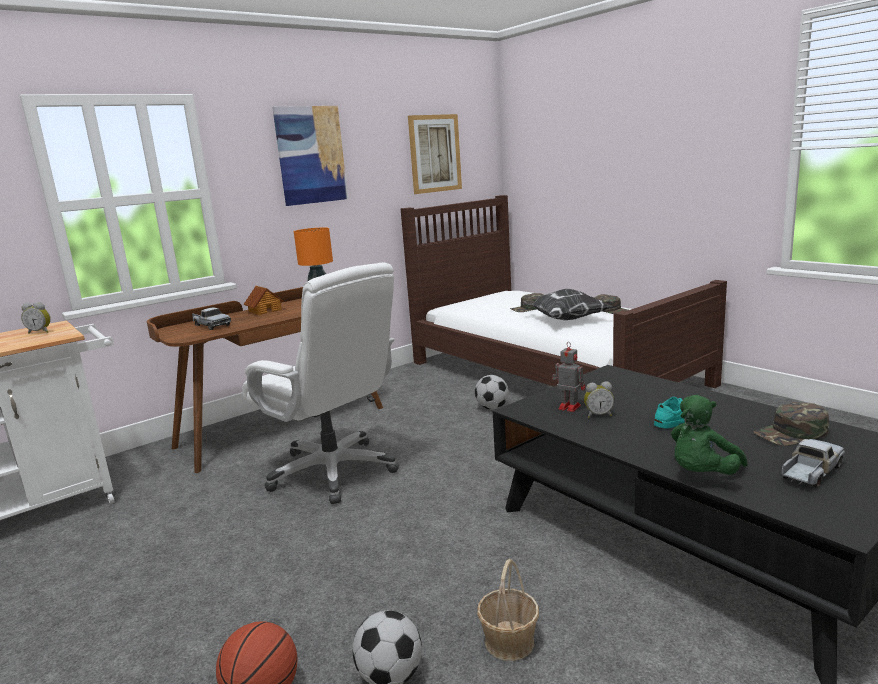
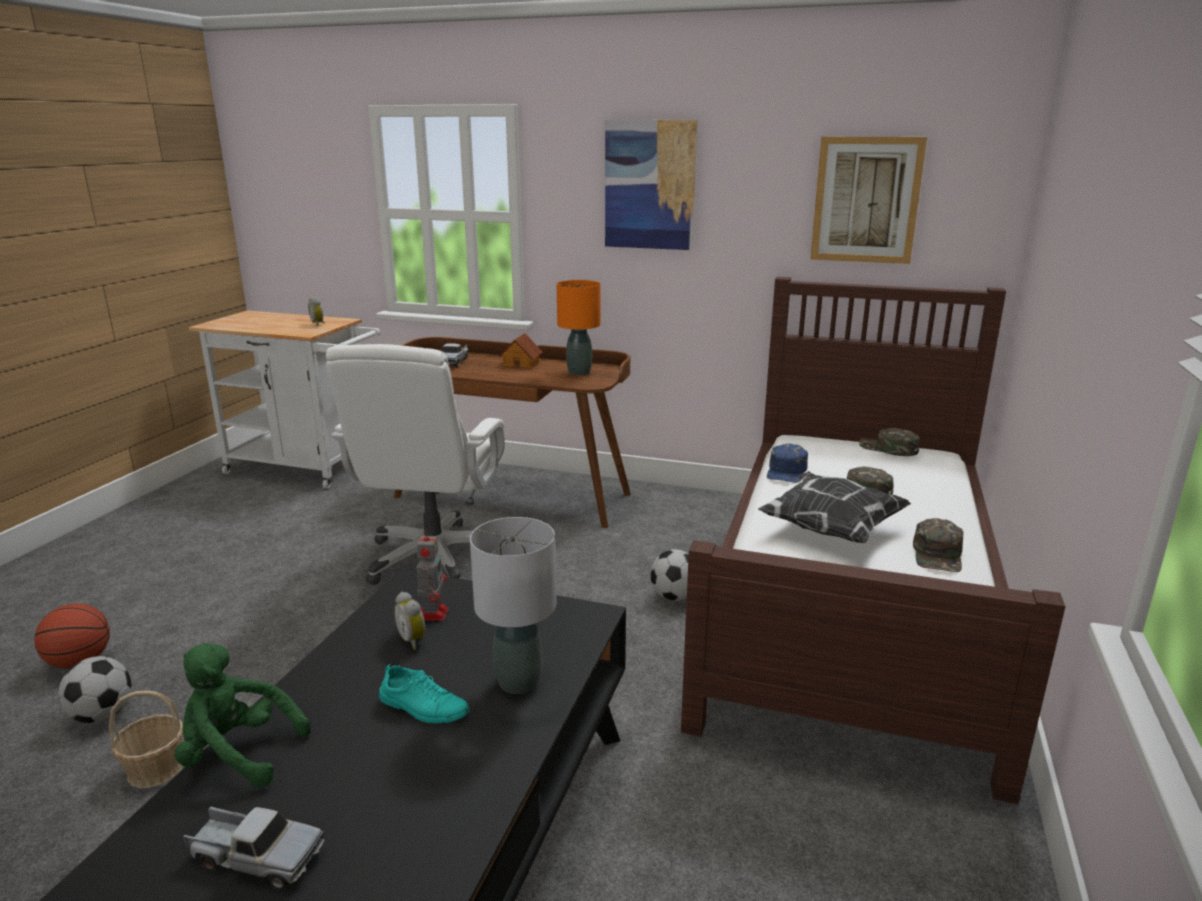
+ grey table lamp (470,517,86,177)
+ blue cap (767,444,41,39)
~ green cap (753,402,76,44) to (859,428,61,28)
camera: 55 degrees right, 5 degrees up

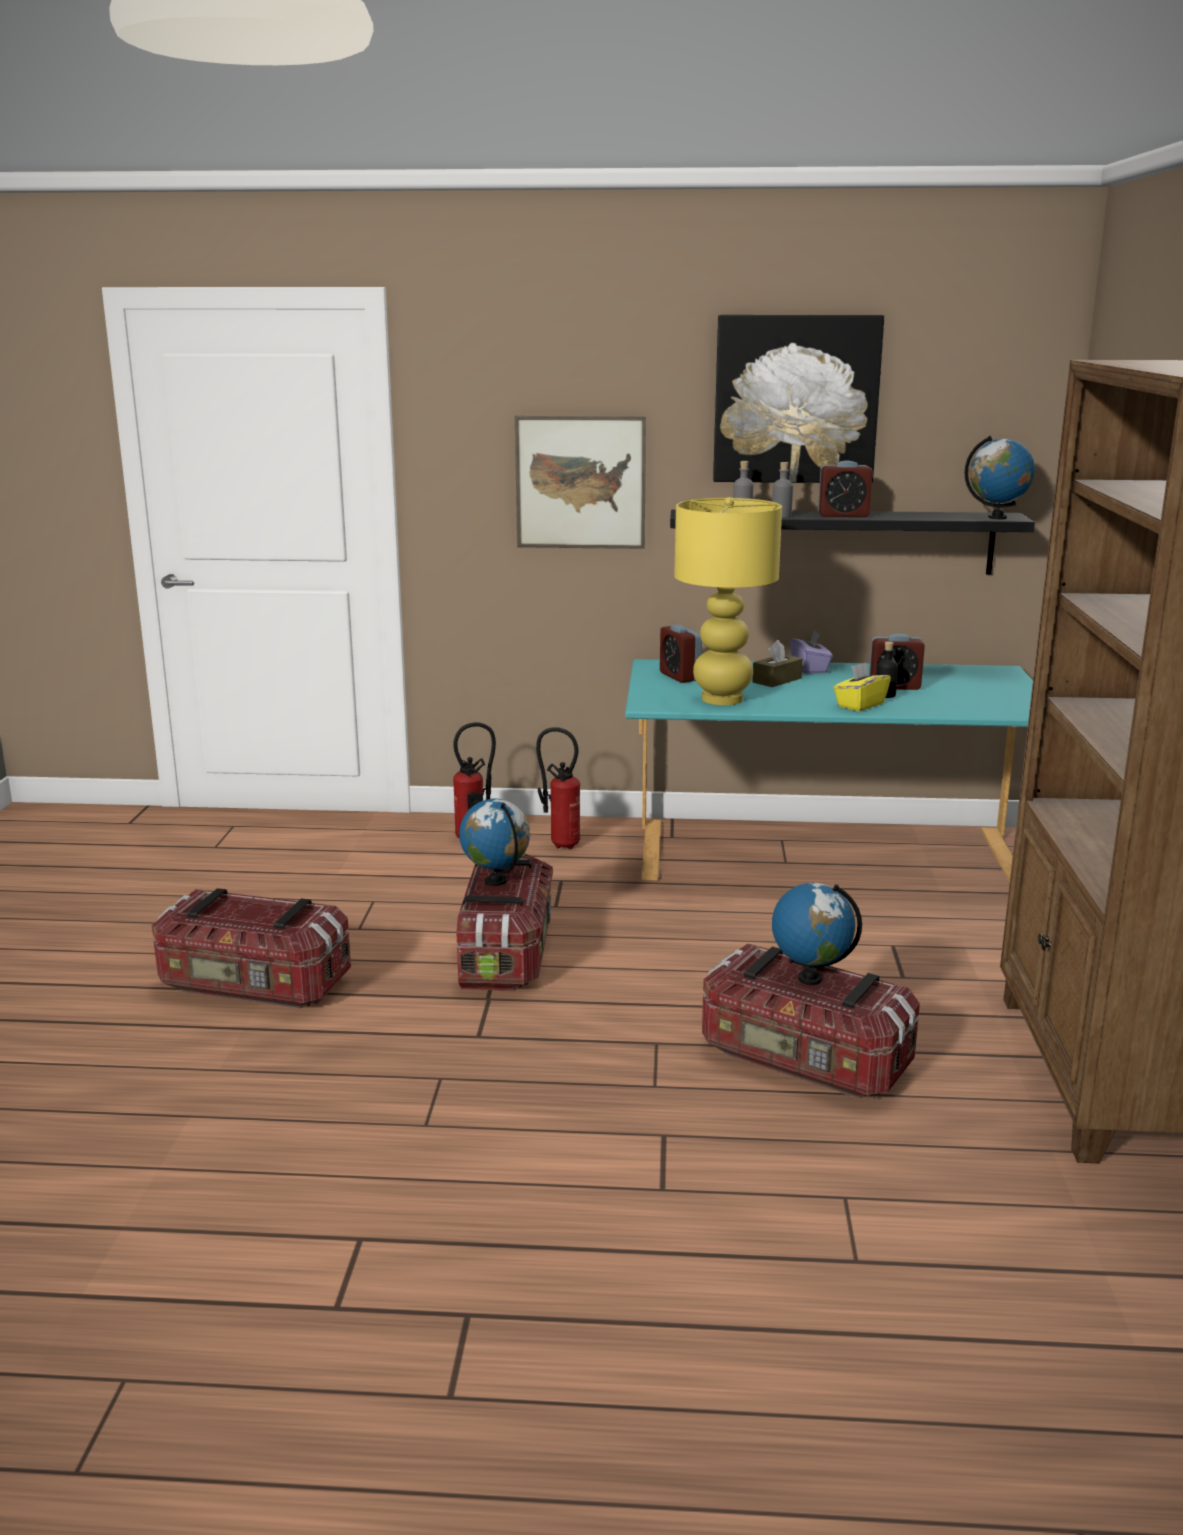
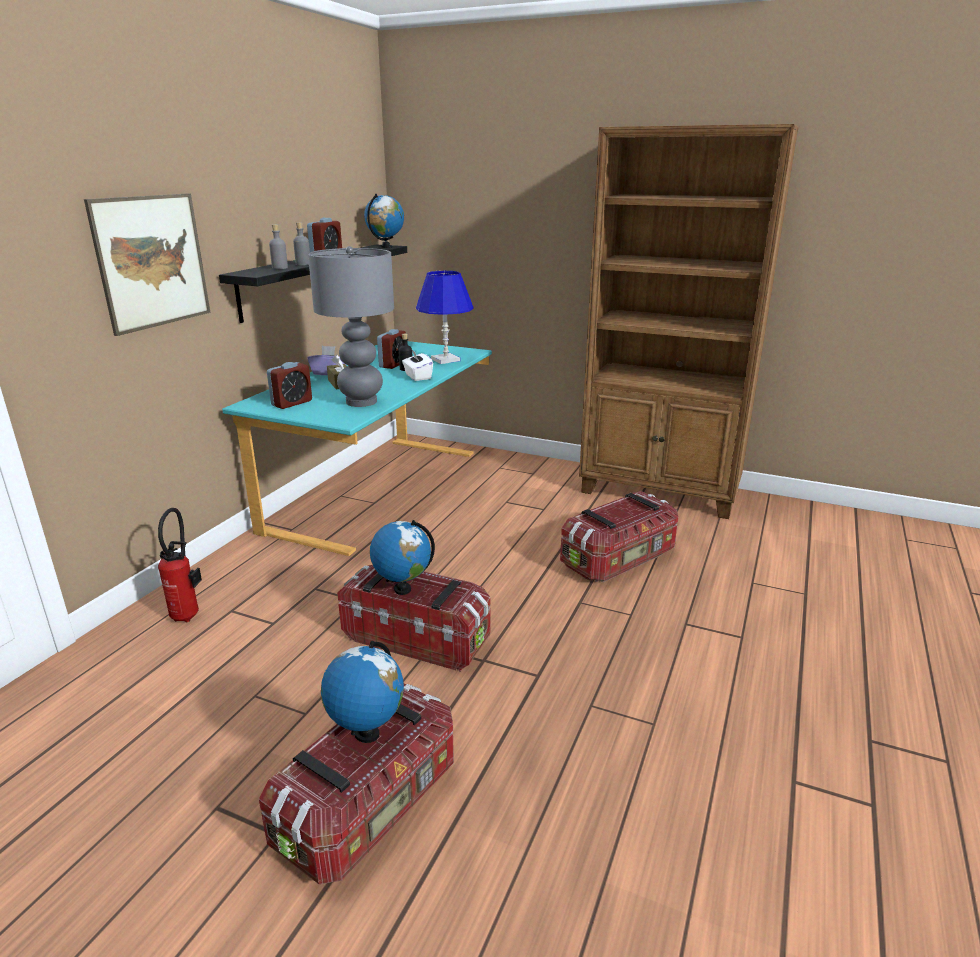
~ alarm clock (660,624,42,59) = (267,362,45,47) 45 degrees counterclockwise
~ yellow table lamp (674,497,108,208) to grey table lamp (308,246,86,161)
~ globe (772,883,90,102) to (321,641,83,102)
~ yellow tissue box (833,662,58,49) to white tissue box (402,350,31,31)
+ blue table lamp (416,271,58,93)
- fire extinguisher (536,727,44,122)
- picture (713,315,172,168)
camera: 70 degrees left, 5 degrees up

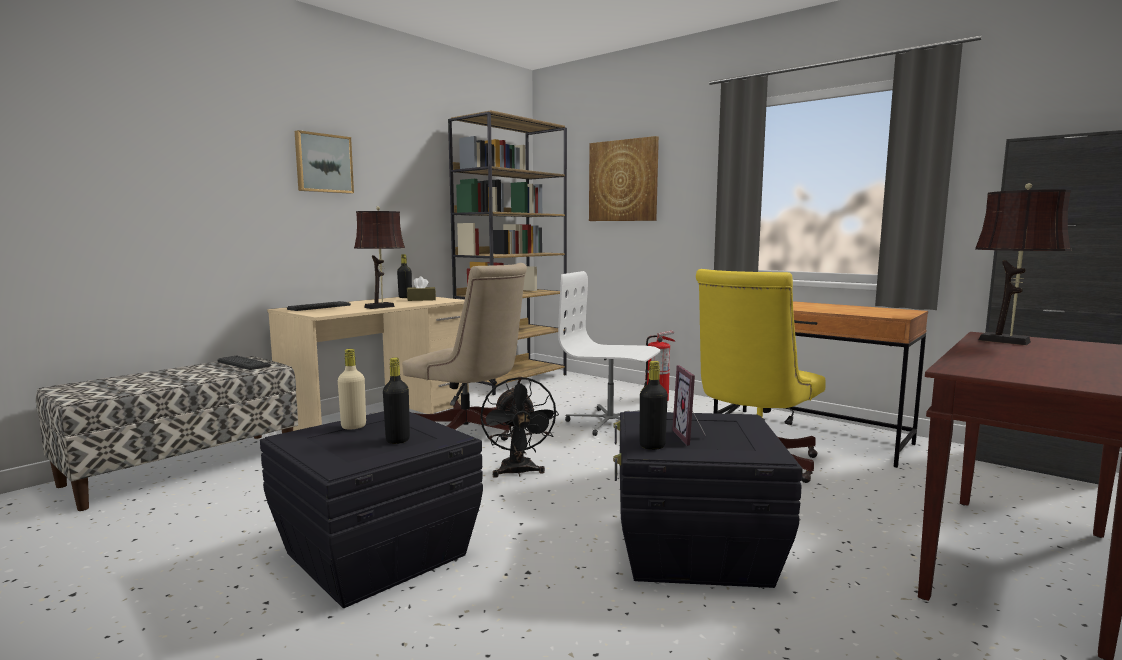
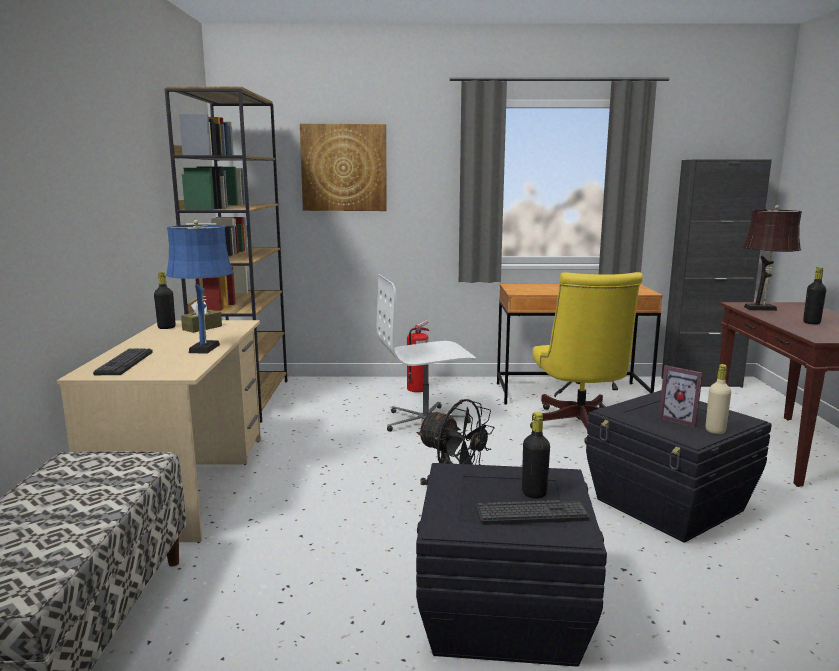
~ brown table lamp (354,206,51,103) to blue table lamp (166,220,67,134)
~ keyboard (217,355,54,15) to (476,500,114,25)
~ beige bottle (338,349,28,80) to (706,364,25,70)
~ black bottle (640,361,28,89) to (803,267,23,58)
- picture (295,130,59,64)
- beige office chair (402,263,125,178)
camera: 40 degrees left, 5 degrees up

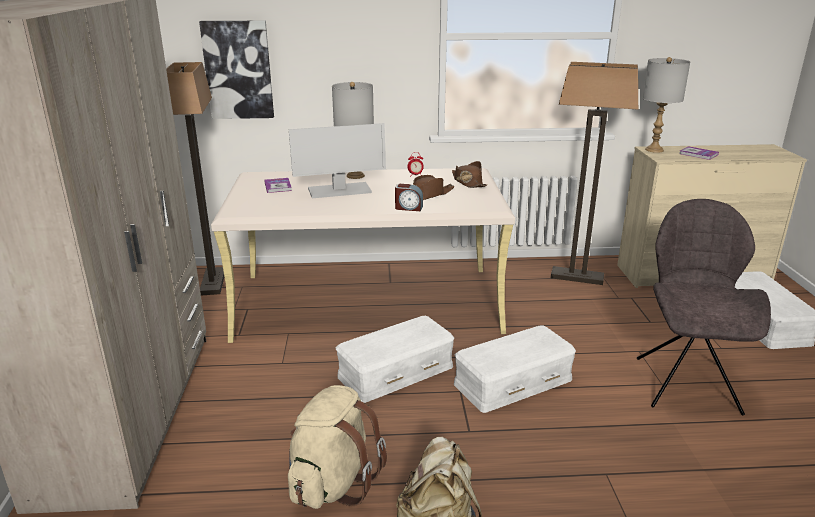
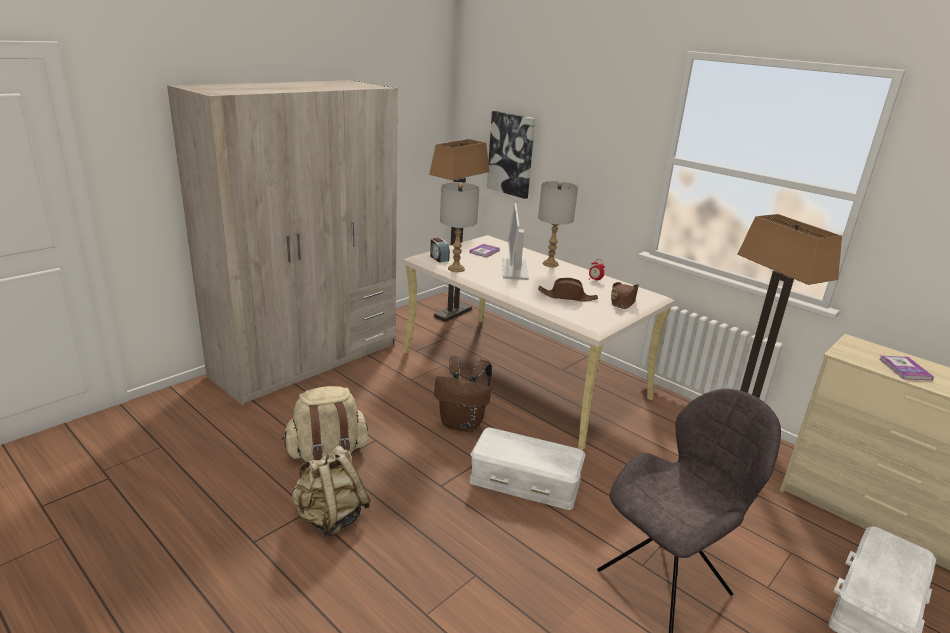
~ alarm clock (395,184,28,27) to (430,238,20,25)
~ white storage box (336,316,119,87) to brown backpack (434,355,58,77)
~ grey table lamp (642,57,48,96) to (440,182,40,90)
~ monitor (289,123,97,75) = (502,203,27,77) 60 degrees clockwise
camera: 45 degrees right, 0 degrees up

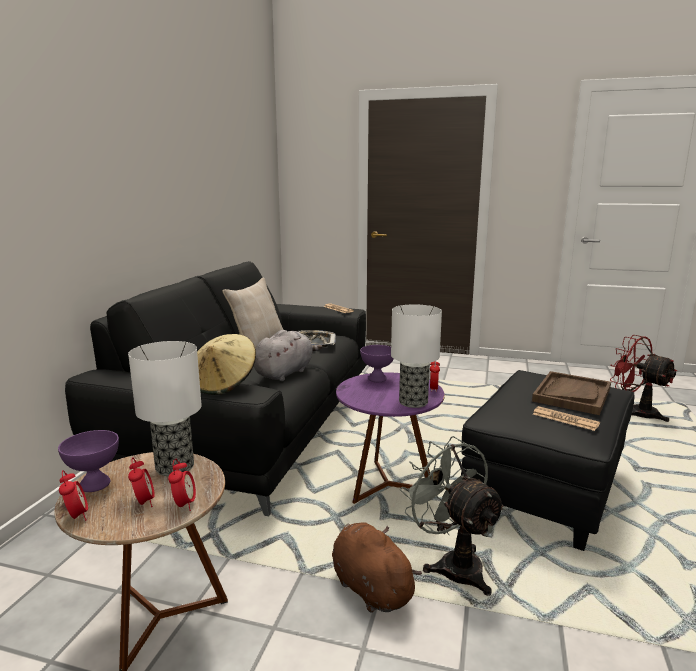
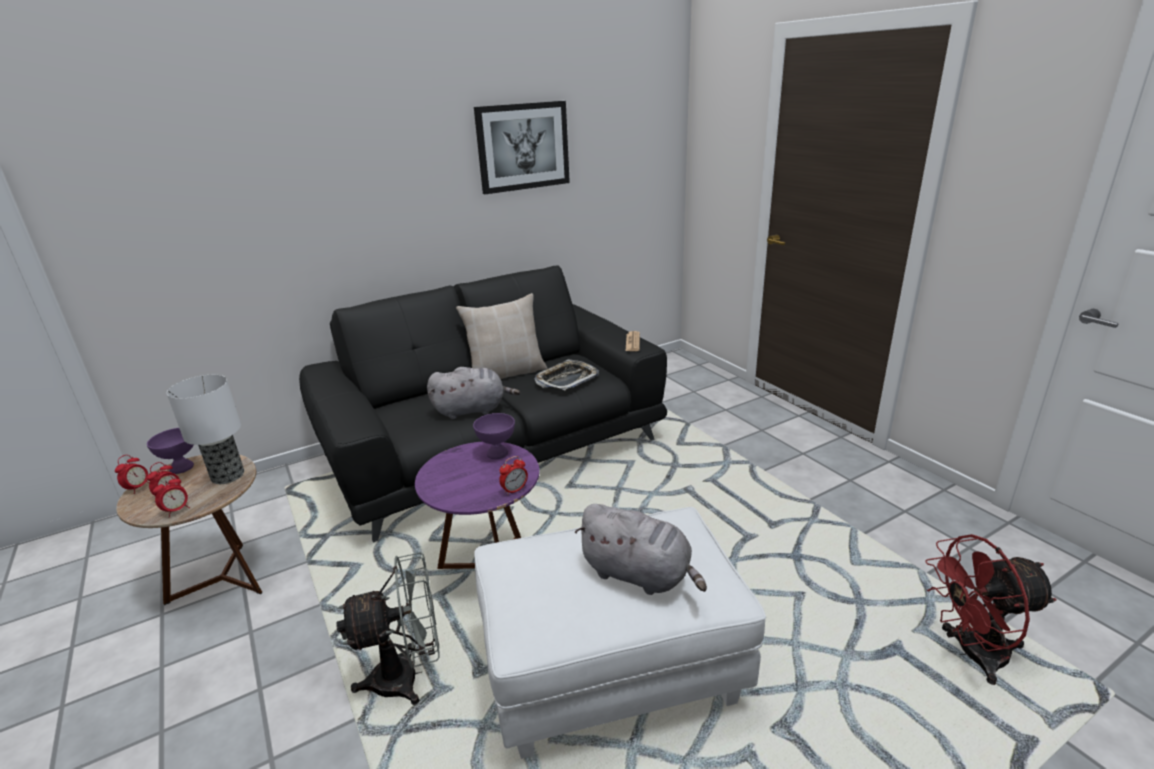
~ grey fan (400,436,106,160) = (336,552,104,153) 60 degrees clockwise
+ picture (474,101,96,93)
~ black ottoman (461,370,174,181) to white ottoman (474,507,292,252)
~ brown tray (532,371,79,44) to grey plush toy (575,504,132,91)
~ red fan (610,335,67,87) = (925,534,132,151) 105 degrees counterclockwise
- beige hat (197,334,59,61)
- brown plush toy (332,523,90,90)
- table lamp (391,304,51,104)
- newspaper (533,406,67,25)
camera: 45 degrees right, 10 degrees up

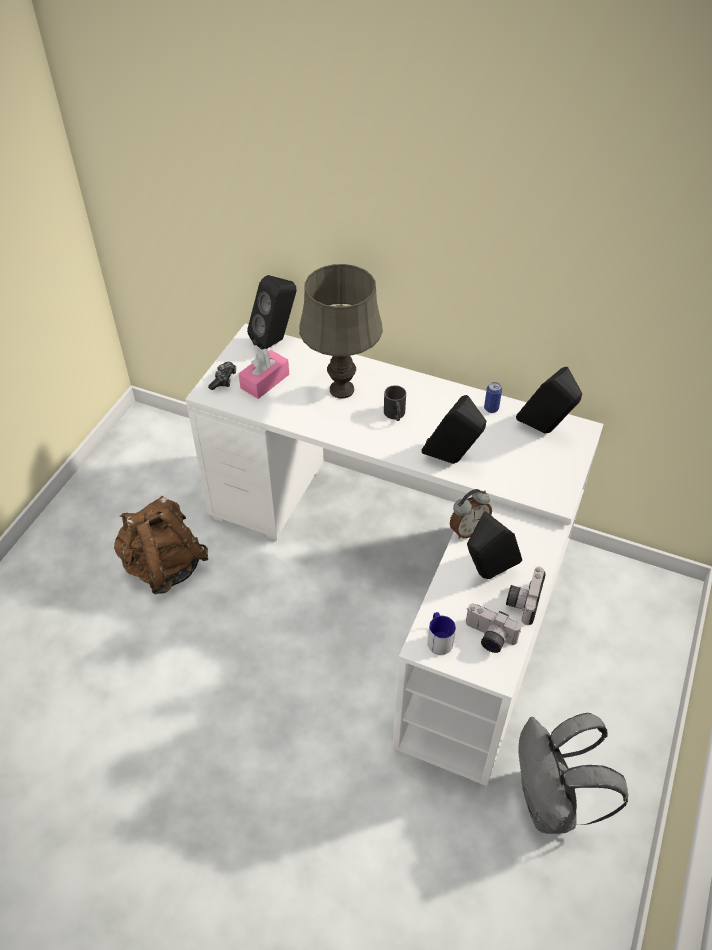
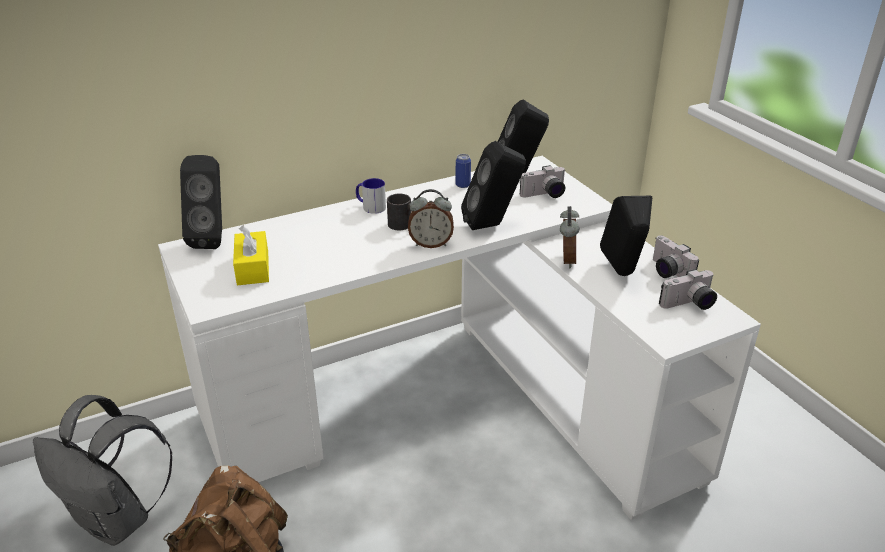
~ grey backpack (518,713,111,121) to (33,395,139,151)
~ pink tissue box (238,349,51,50) to yellow tissue box (233,225,36,60)
~ mug (427,612,29,43) to (356,178,30,36)
+ alarm clock (408,189,46,59)
+ photo camera (520,165,46,33)
- game controller (208,362,28,28)
- grey table lamp (299,264,84,135)
camera: 50 degrees left, 15 degrees down

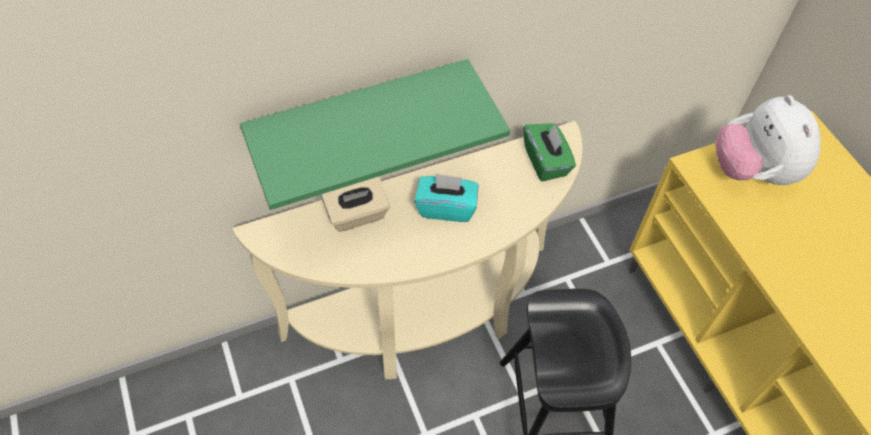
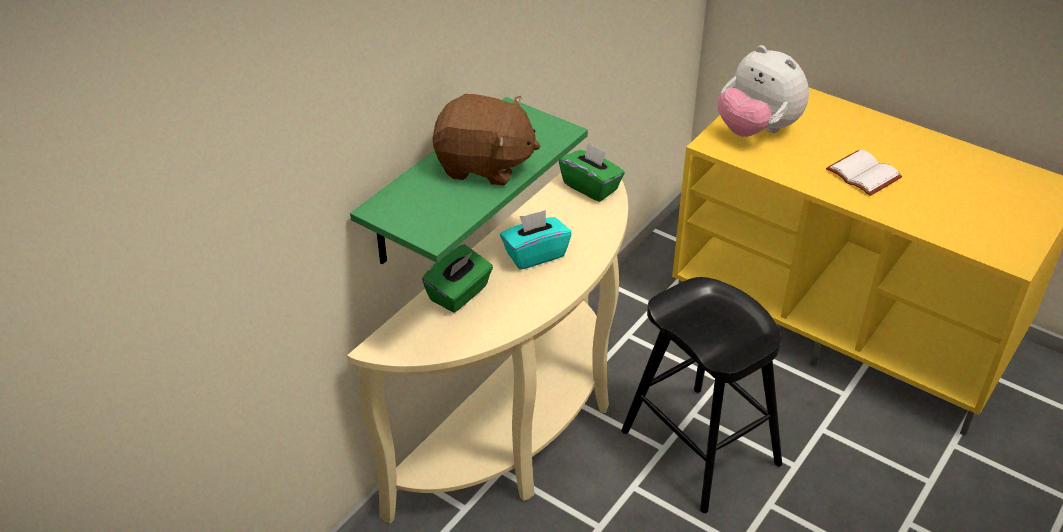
~ beige tissue box (321,177,69,55) to green tissue box (422,244,71,69)
+ brown plush toy (432,94,108,92)
+ white book (826,150,76,46)
camera: 30 degrees left, 15 degrees down

